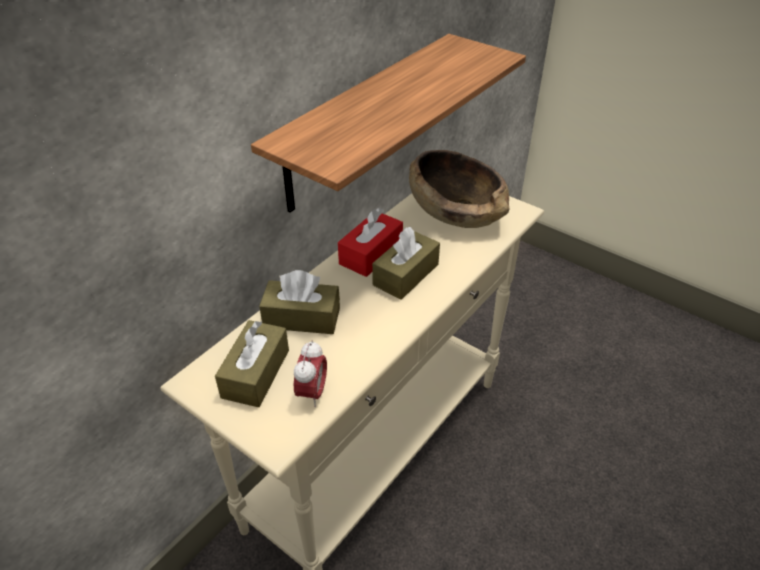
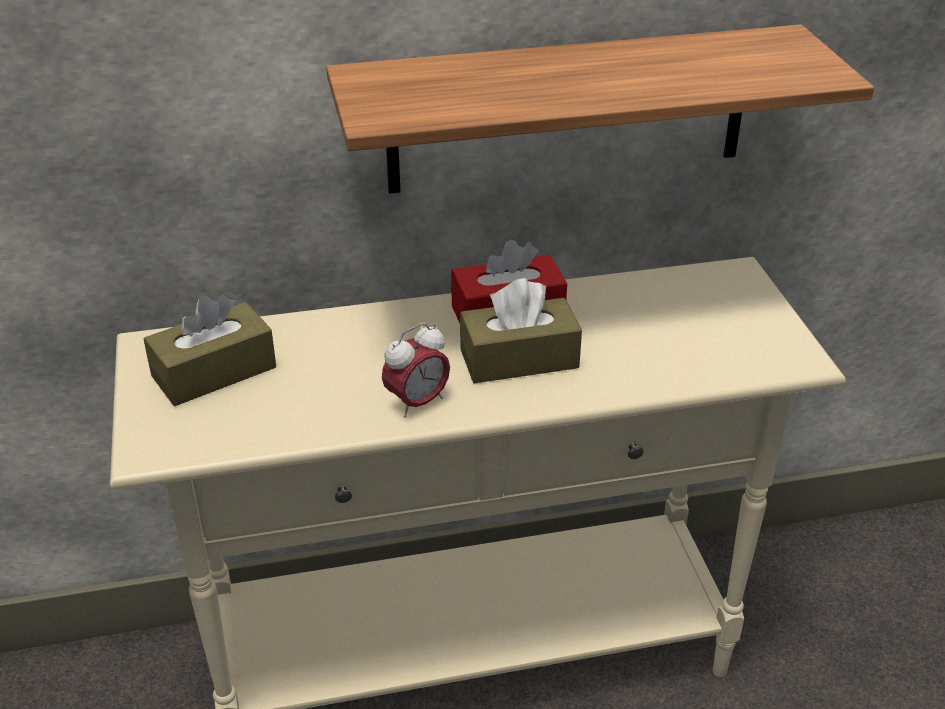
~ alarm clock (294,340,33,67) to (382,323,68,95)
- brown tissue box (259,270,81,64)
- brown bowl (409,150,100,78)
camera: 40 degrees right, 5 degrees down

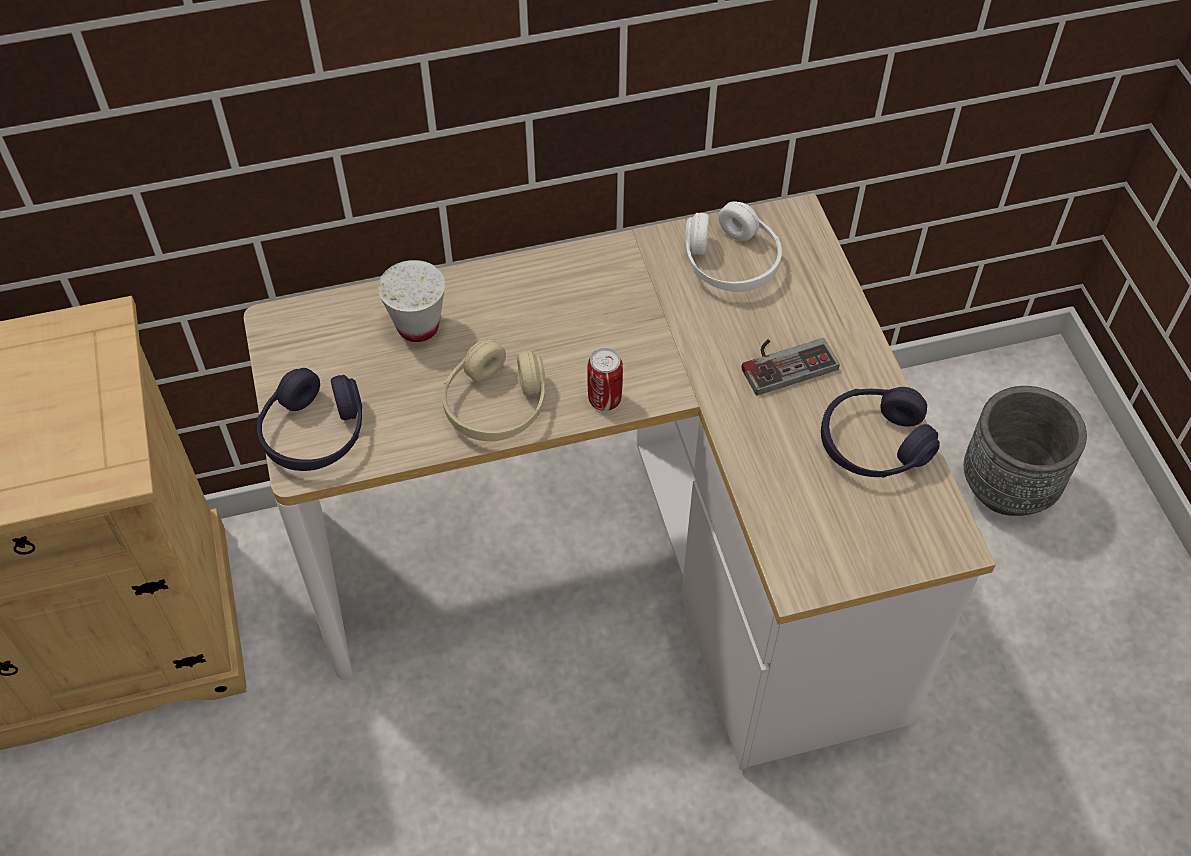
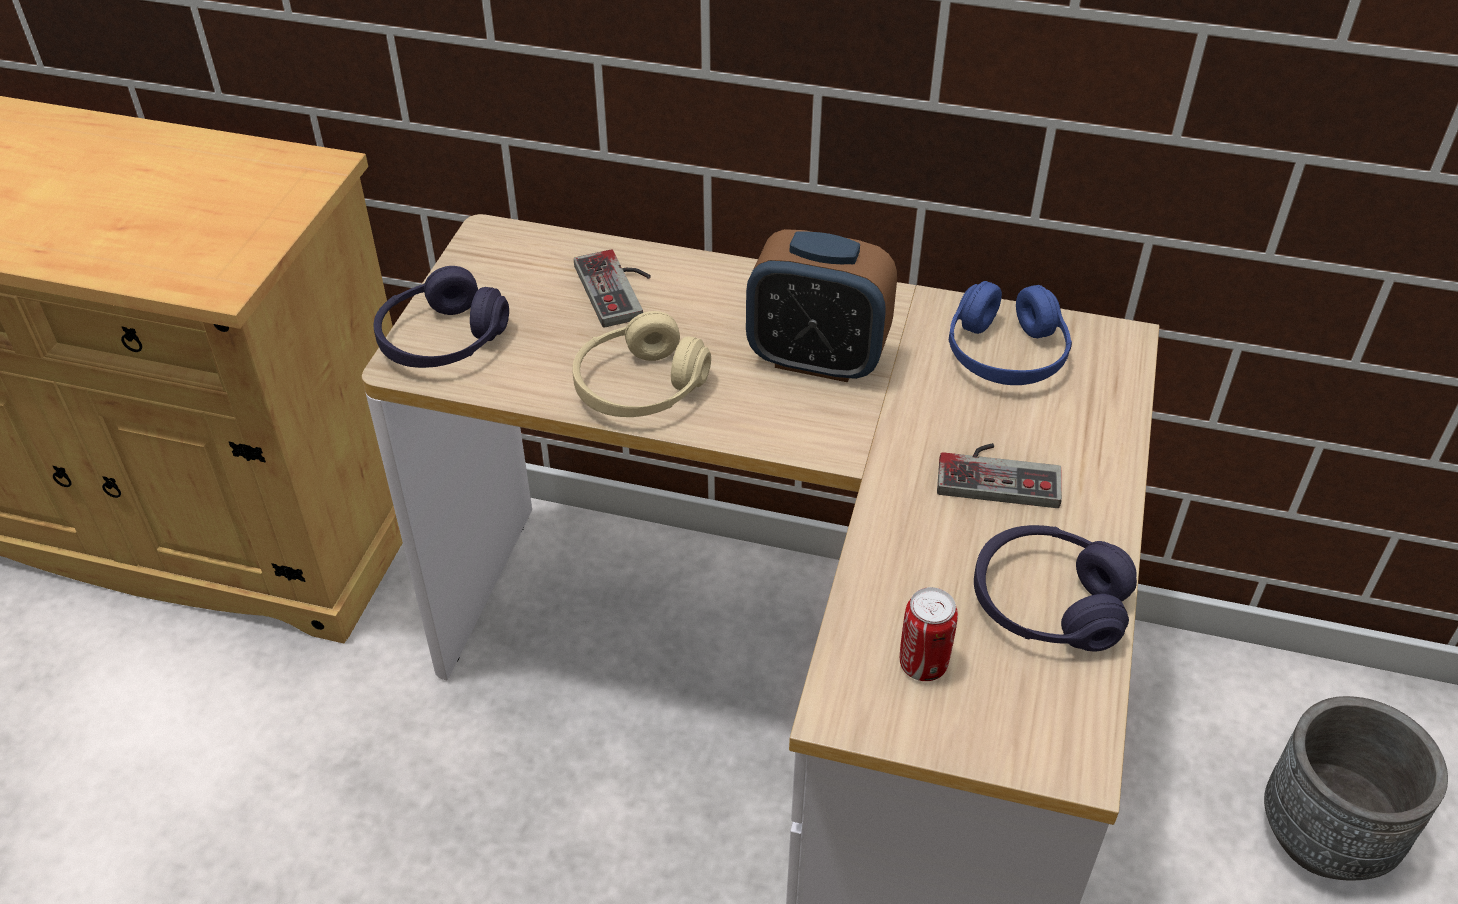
~ white cup (378,260,67,82) to game controller (574,249,77,79)
+ alarm clock (746,229,151,153)
~ can (587,348,36,63) to (900,587,58,94)
~ white headphones (685,201,97,91) to blue headphones (949,281,123,104)
camera: 30 degrees right, 10 degrees down

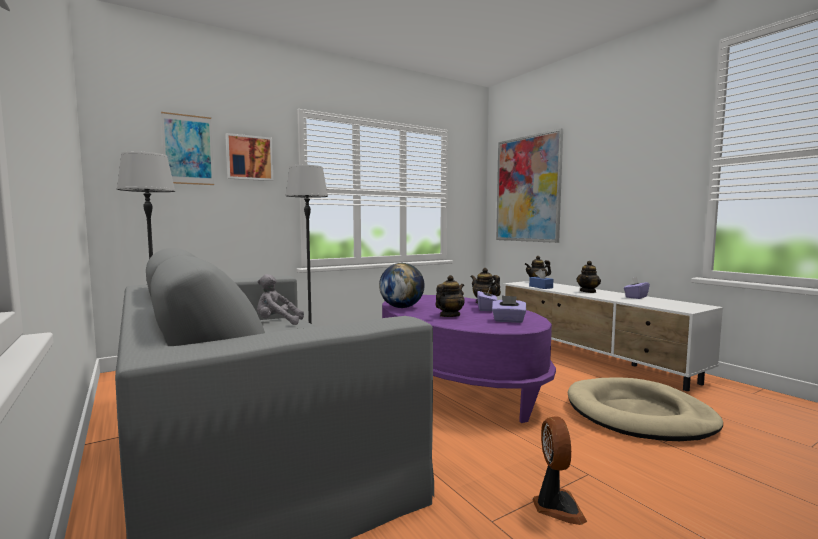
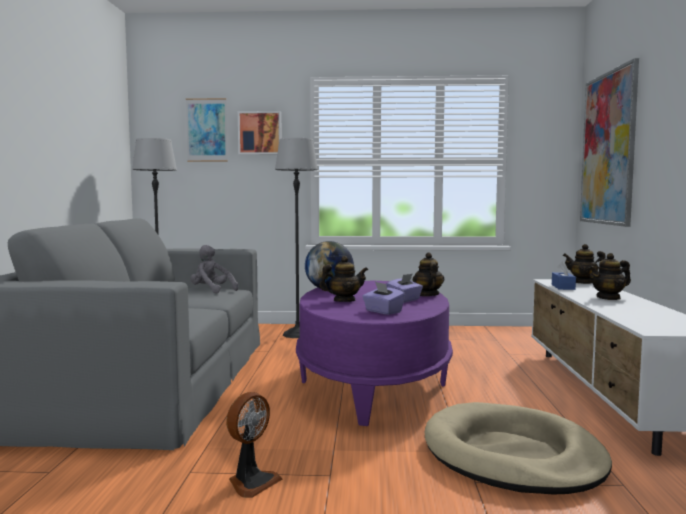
- purple tissue box (624,277,26,22)
camera: 35 degrees right, 0 degrees up

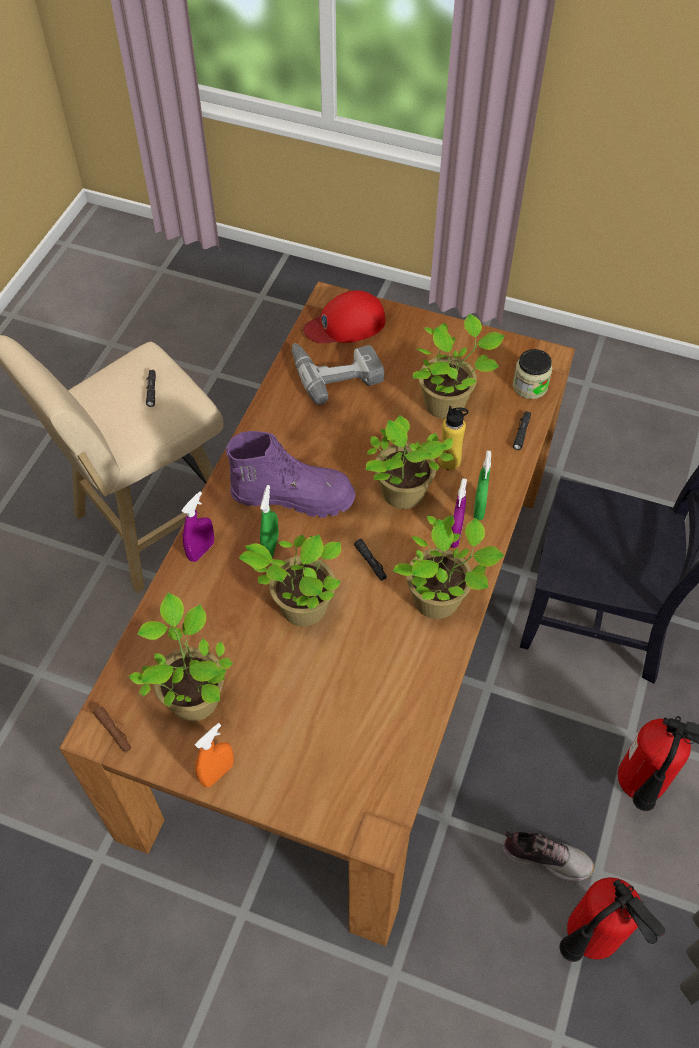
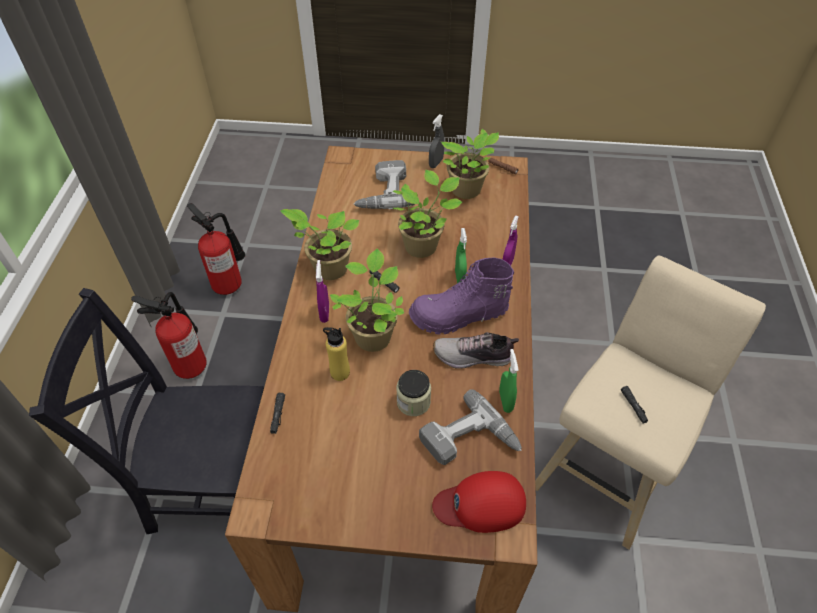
+ power drill (353,160,62,49)
~ jar (513,349,39,50) to (396,370,35,46)
~ orange spray bottle (195,723,39,64) to grey spray bottle (429,114,16,54)
~ red cap (303,290,82,53) = (432,471,94,62) 150 degrees counterclockwise
~ shoe (503,831,91,50) to (433,332,86,37)
~ green spray bottle (474,450,17,70) to (499,349,20,64)
- potted plant (413,314,92,105)
camera: 165 degrees right, 5 degrees down

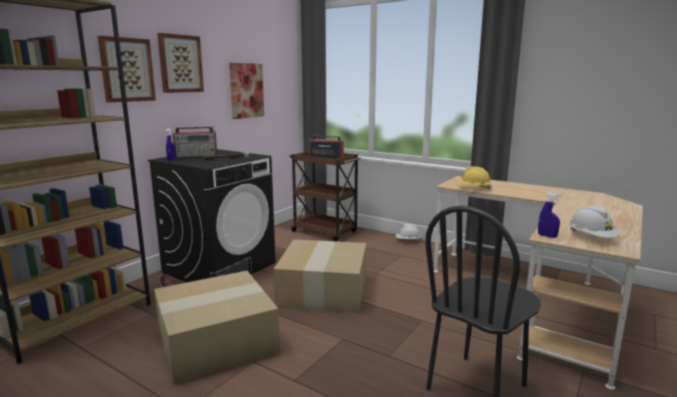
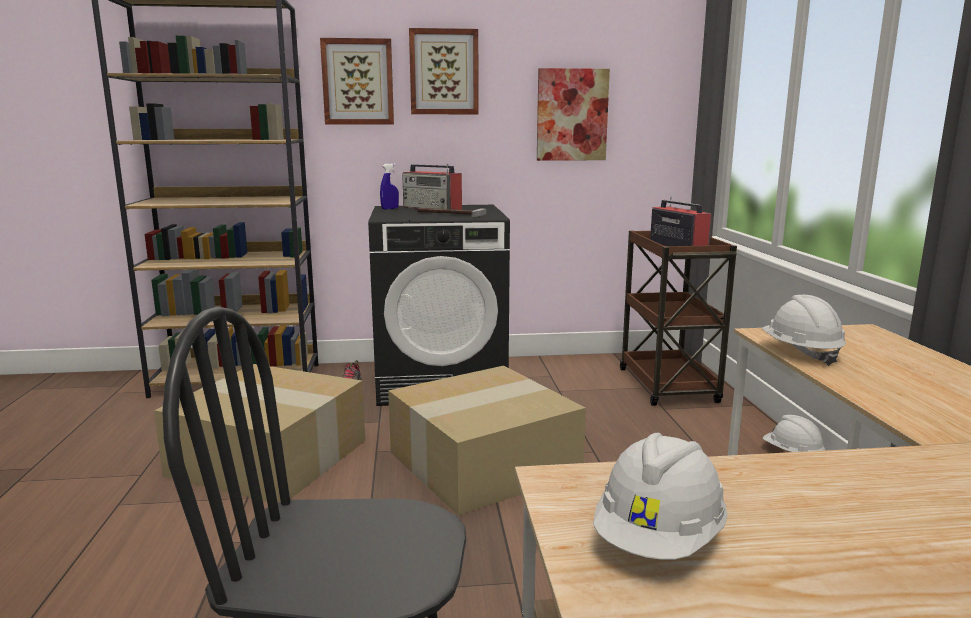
~ yellow hard hat (457,166,35,24) to white hard hat (762,295,84,71)
- blue spray bottle (538,192,23,46)
camera: 50 degrees right, 0 degrees up

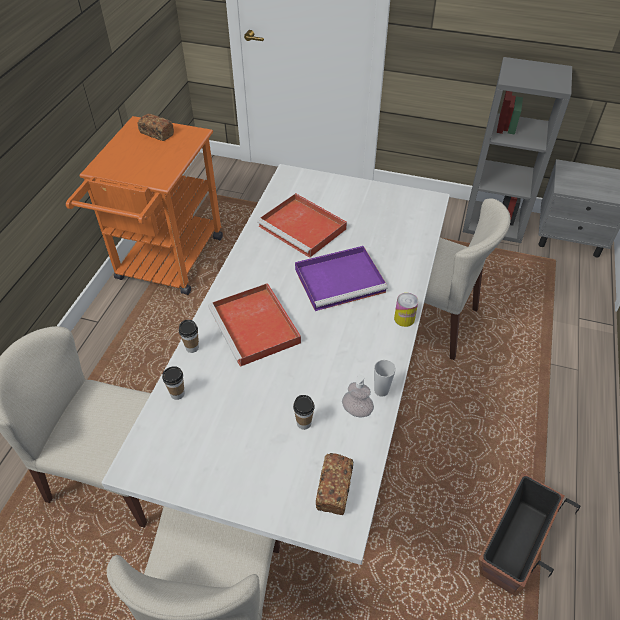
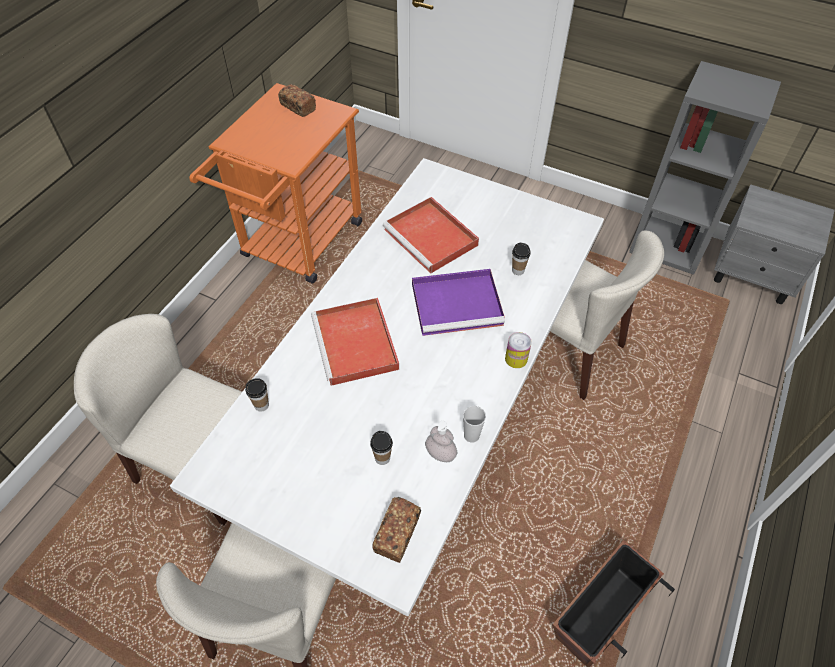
~ cup (179,320,20,33) to (512,243,19,32)
camera: 10 degrees right, 5 degrees up

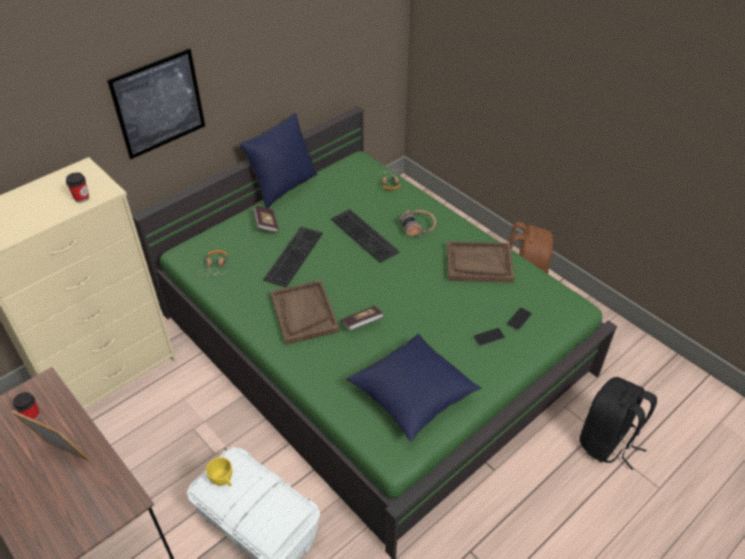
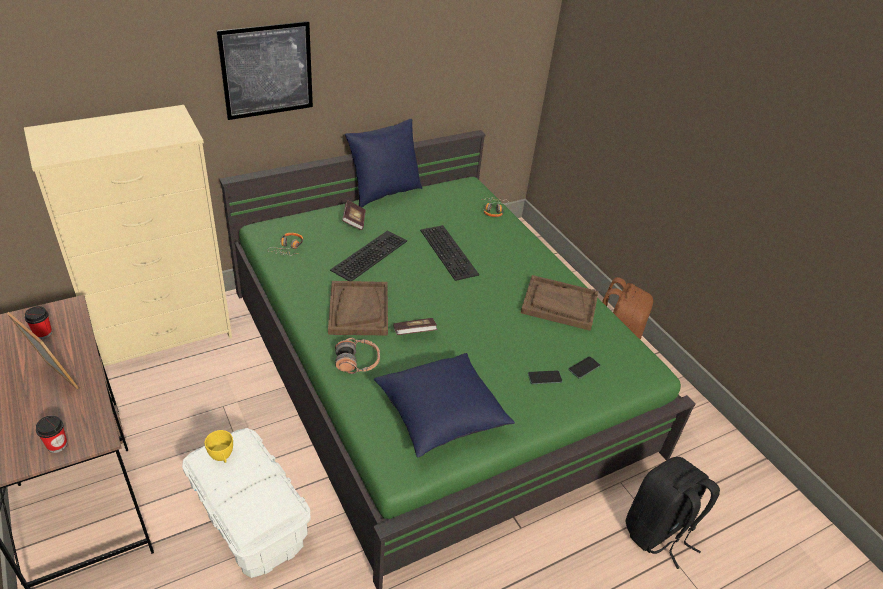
~ cup (66,172,23,31) to (36,415,31,38)
~ headphones (399,210,37,26) to (335,338,45,36)
camera: 10 degrees right, 5 degrees down

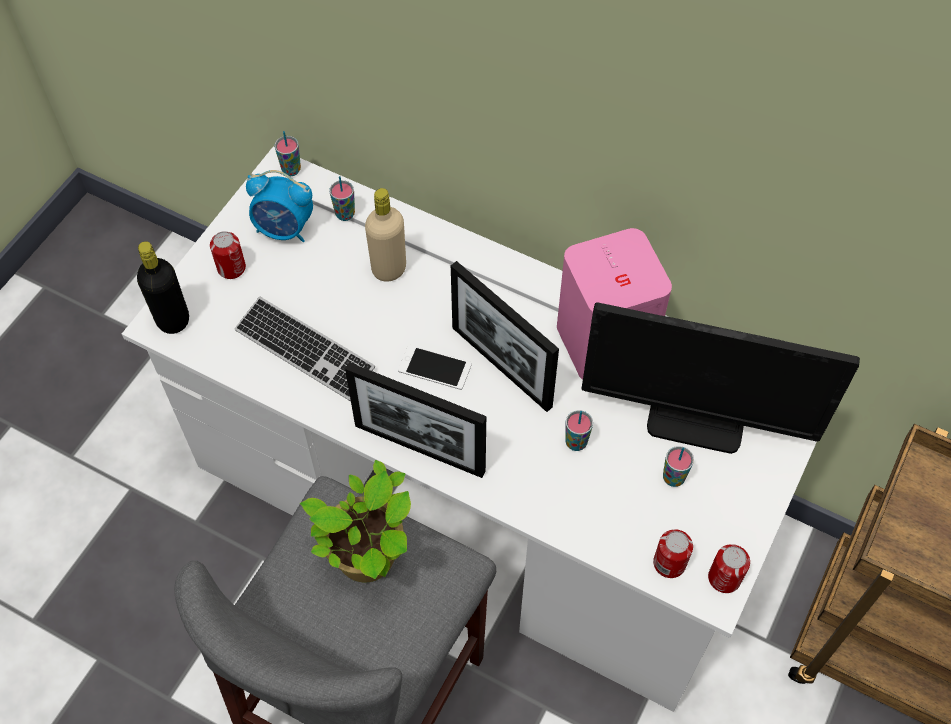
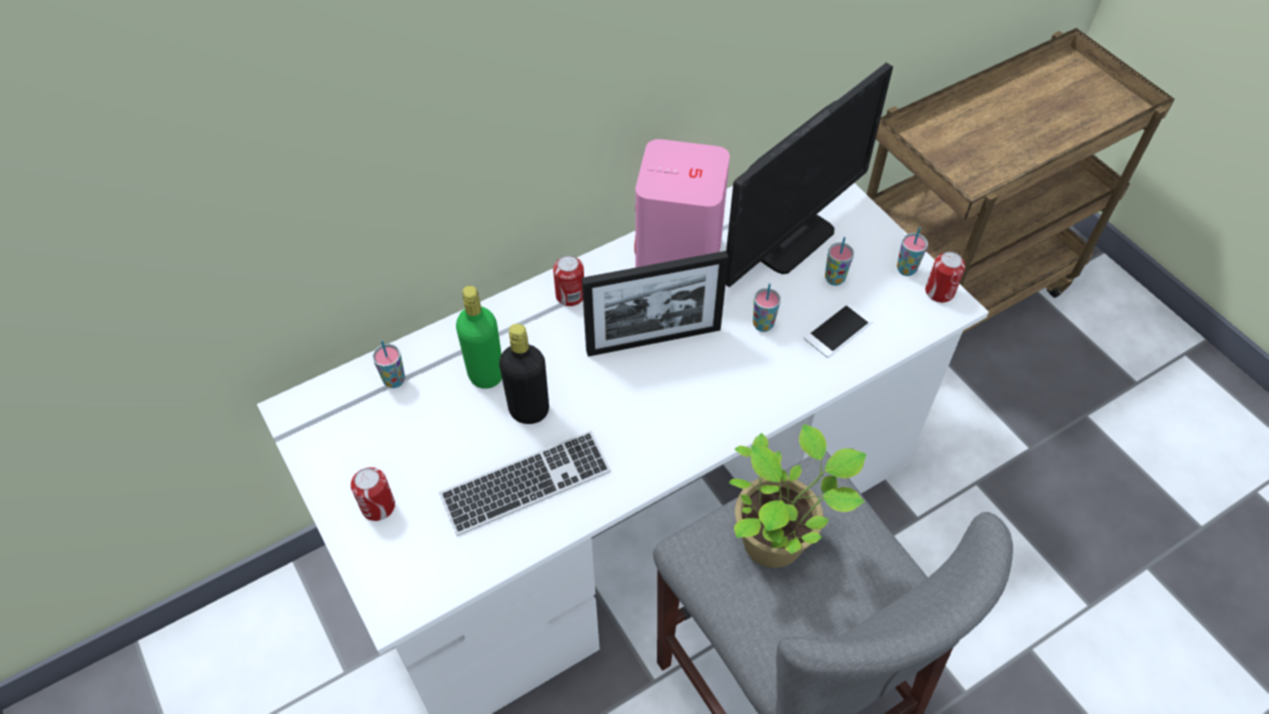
~ beige bottle (365,188,41,94) to green bottle (456,286,46,103)
~ black bottle (137,241,52,93) to (499,324,50,100)
~ can (653,529,40,49) to (553,255,31,51)
~ phone (398,345,74,45) to (804,302,69,56)
~ cup (275,131,26,45) to (897,227,31,49)
- alarm clock (246,170,67,72)
- picture frame (345,362,141,116)
camera: 60 degrees left, 5 degrees down

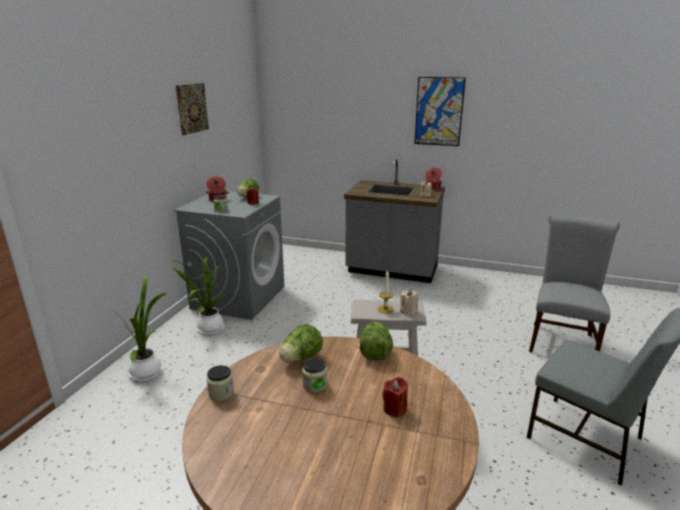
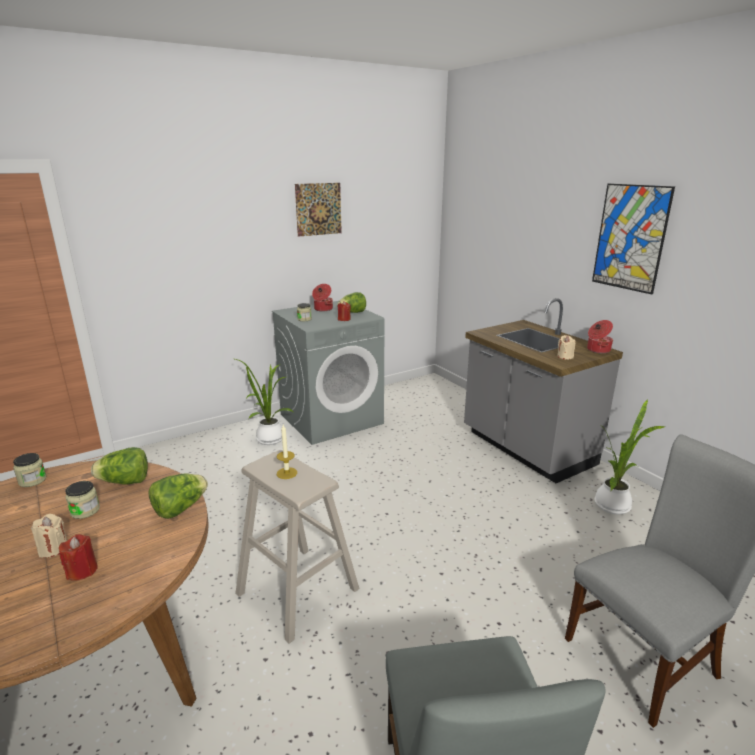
~ beige candle (400,289,18,26) to (31,514,36,44)
~ potted plant (110,274,56,108) to (594,399,71,115)
camera: 40 degrees right, 0 degrees up

